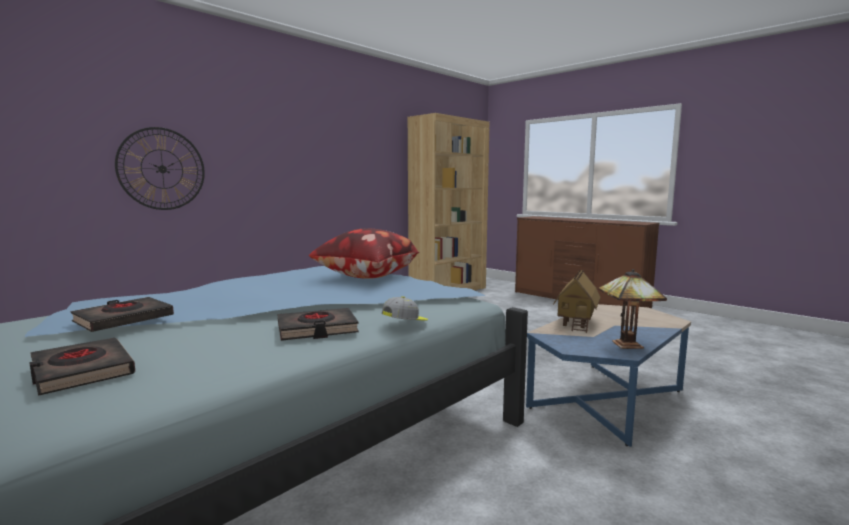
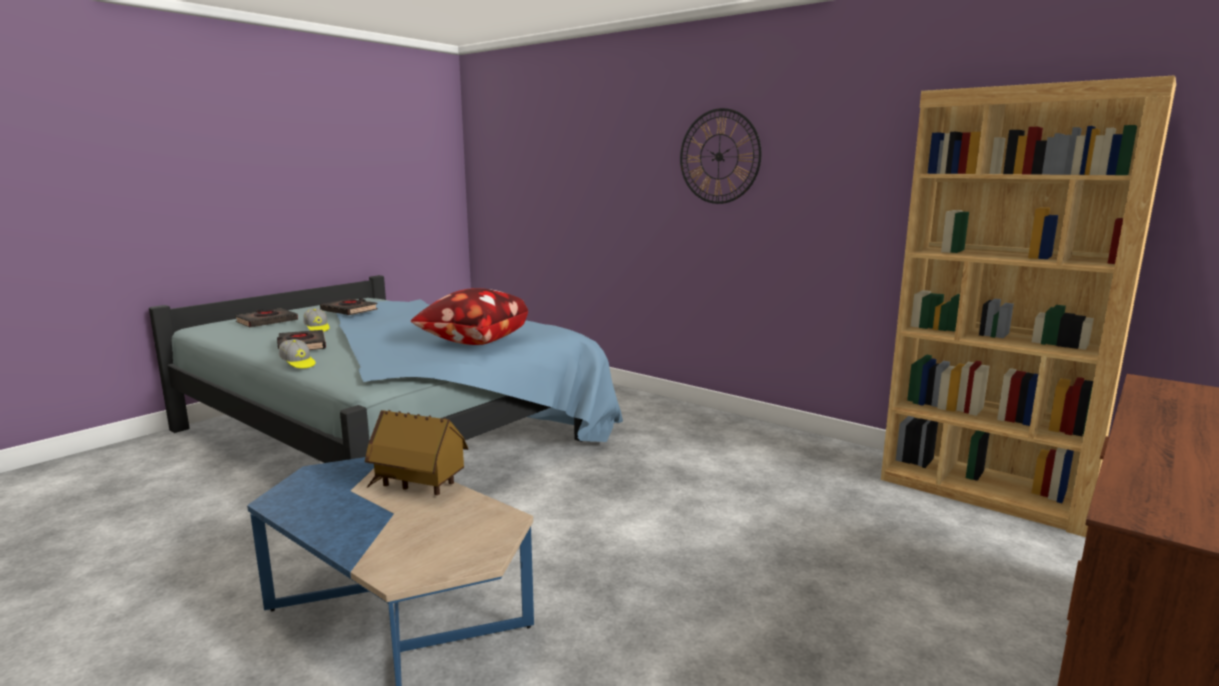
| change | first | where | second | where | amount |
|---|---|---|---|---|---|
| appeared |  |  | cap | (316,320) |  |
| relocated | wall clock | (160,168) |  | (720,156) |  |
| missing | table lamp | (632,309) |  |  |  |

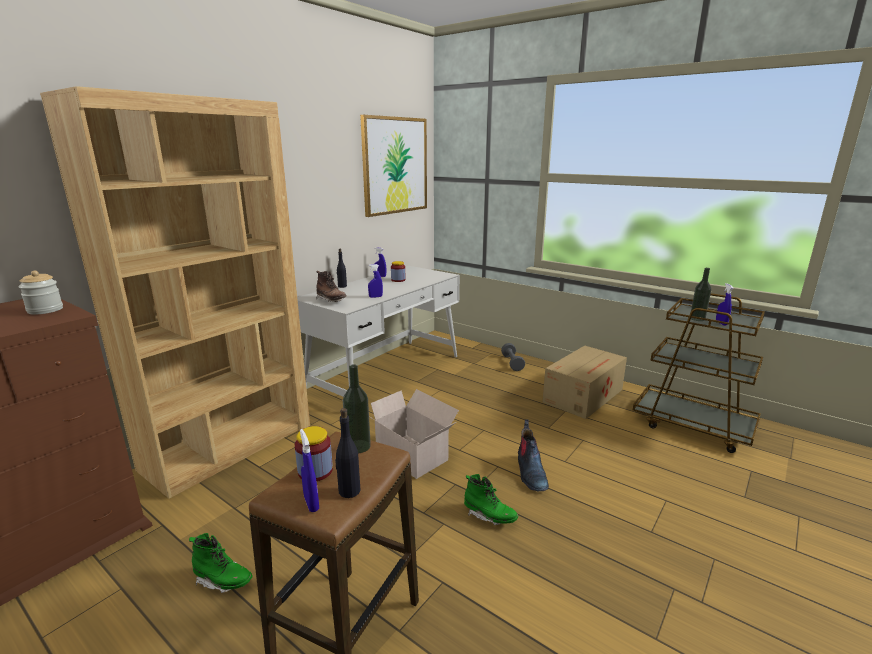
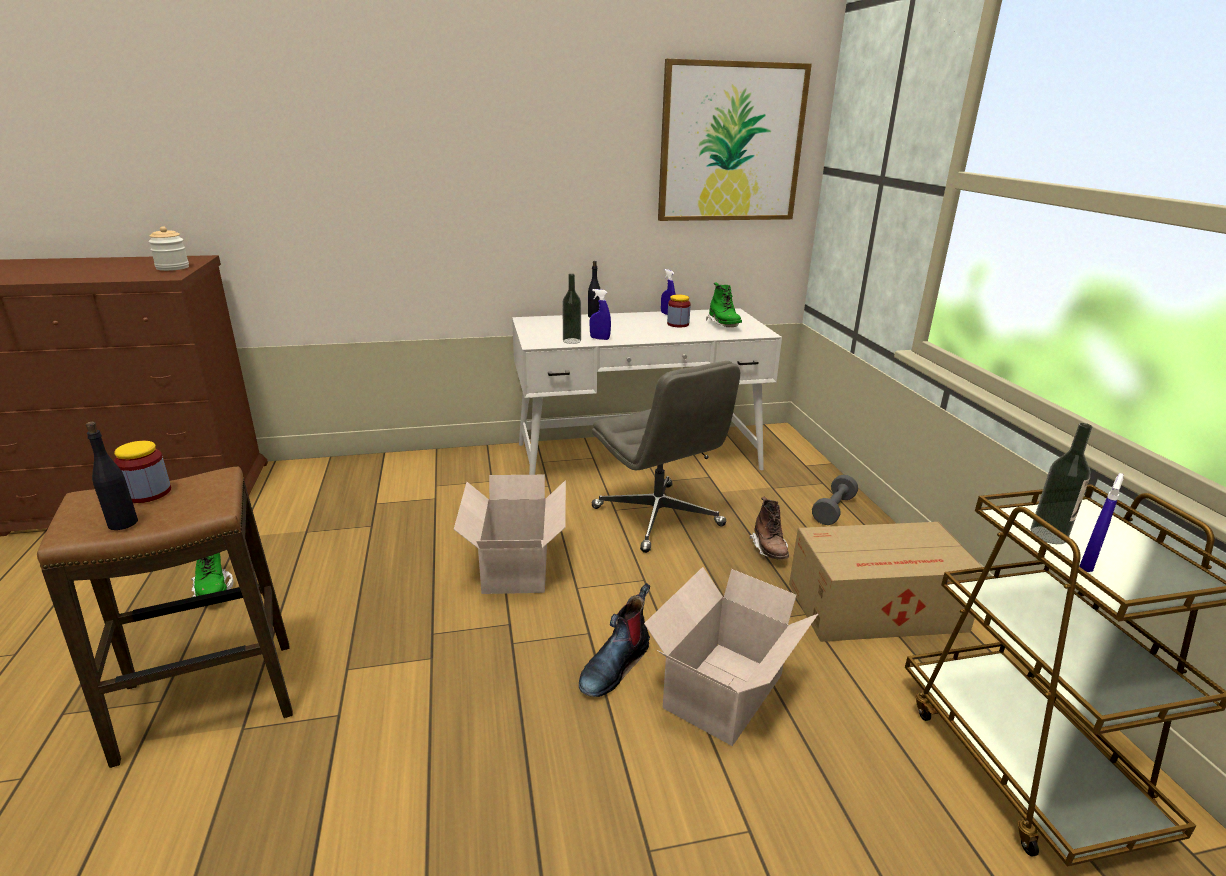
| change | first | where | second | where | amount |
|---|---|---|---|---|---|
| relocated | bottle | (357,409) |  | (571,309) |  |
| appeared |  |  | office chair/grey | (666,457) |  |
| appeared |  |  | cardboard box | (731,656) |  |
| relocated | boot/green | (491,499) |  | (724,304) |  |
| relocated | boot/brown | (331,286) |  | (769,528) |  |
| missing | bookcase/brown | (175,292) |  |  |  |
| missing | spray bottle/blue | (309,470) |  |  |  |

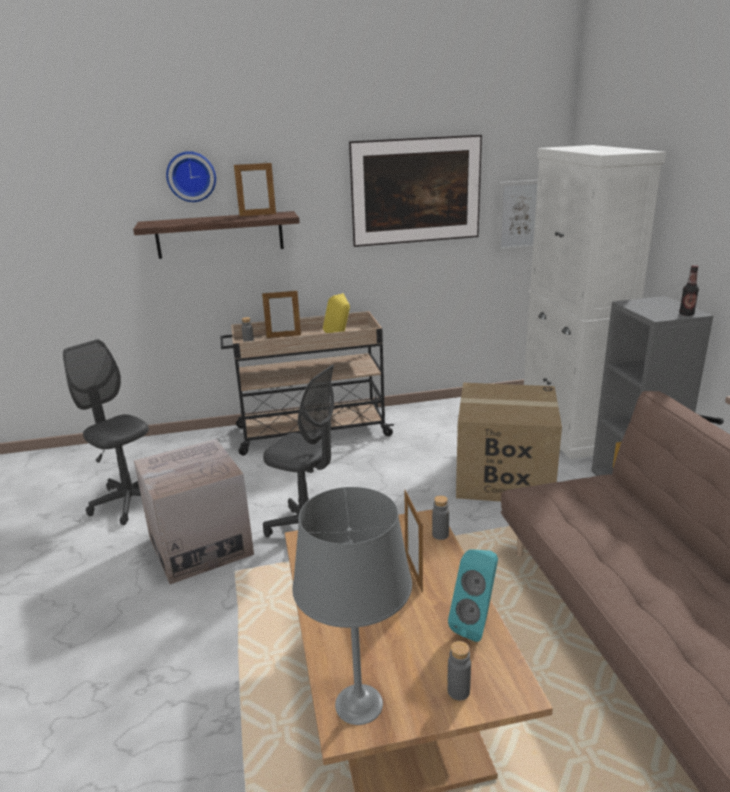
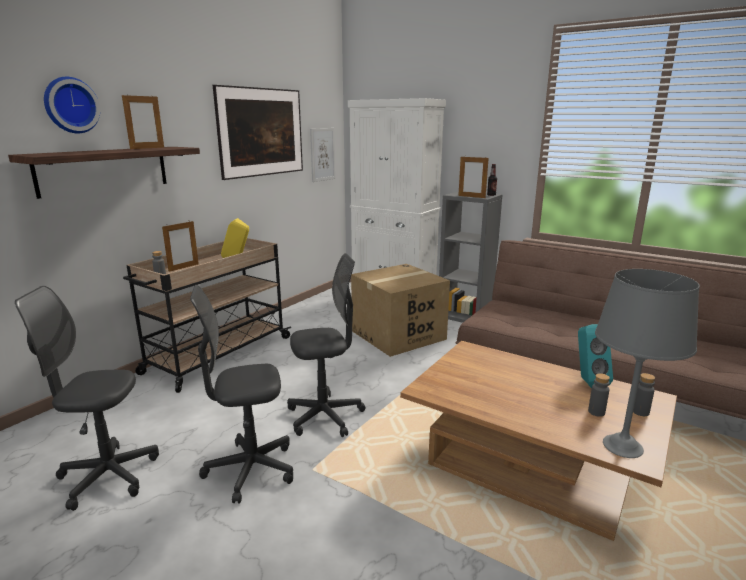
| change | first | where | second | where | amount |
|---|---|---|---|---|---|
| exchanged | cardboard box | (194,511) | office chair/grey | (241,394) |  |
| relocated | picture frame | (413,541) |  | (473,177) |  |
| relocated | bottle/grey | (440,517) |  | (599,395) |  |

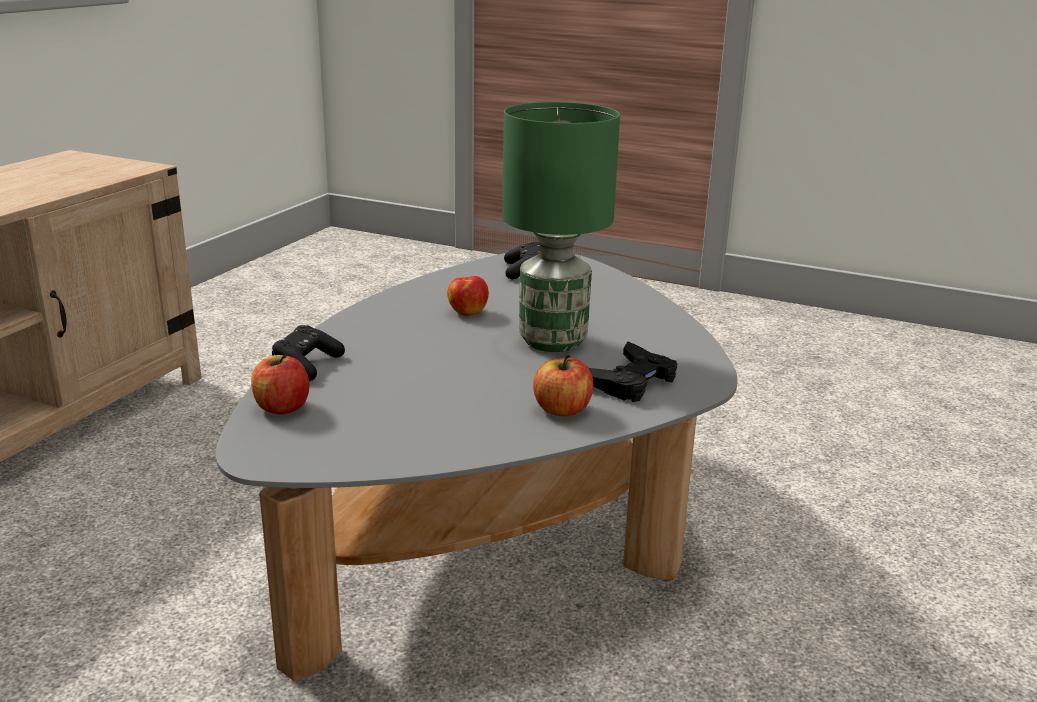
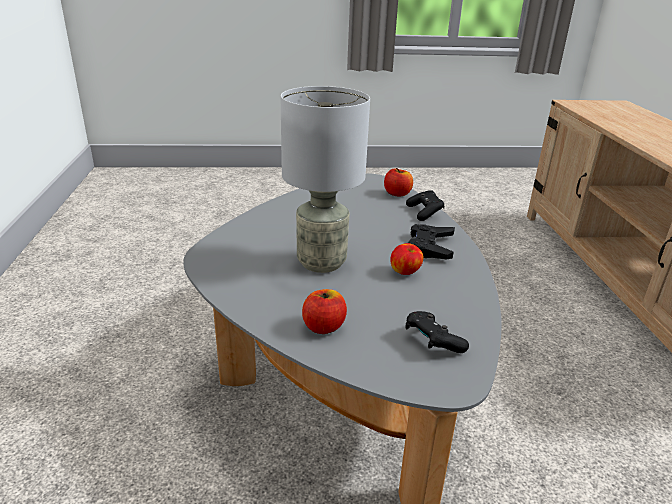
| change | first | where | second | where | amount |
|---|---|---|---|---|---|
| colour | table lamp/green | (561,227) | table lamp/grey | (325,179) |  |
| relocated | apple | (563,385) |  | (324,311) |  |
| relocated | game controller/black | (633,371) |  | (431,241) |  |

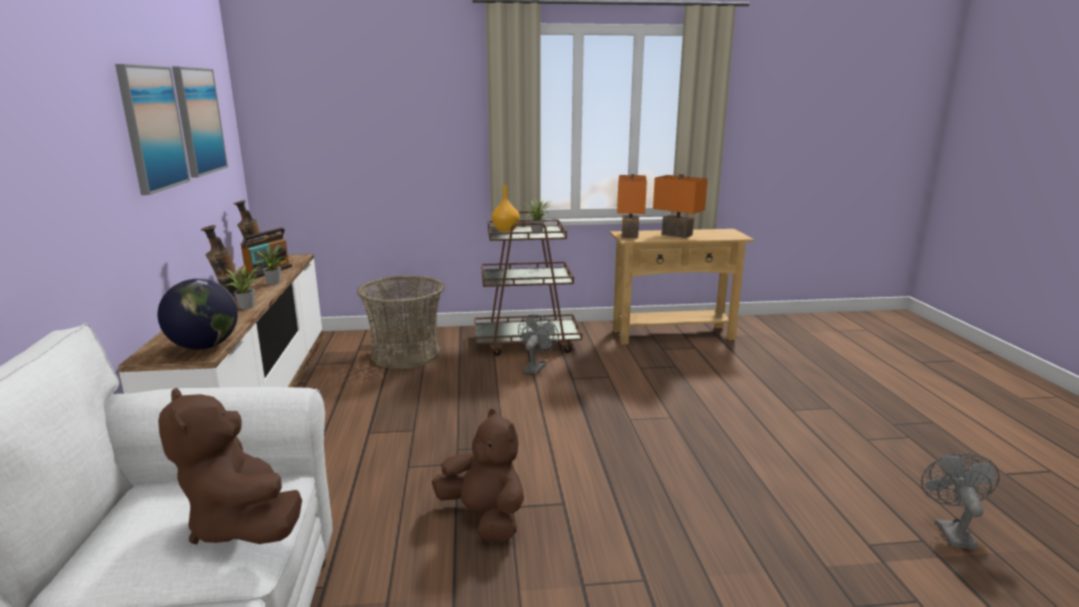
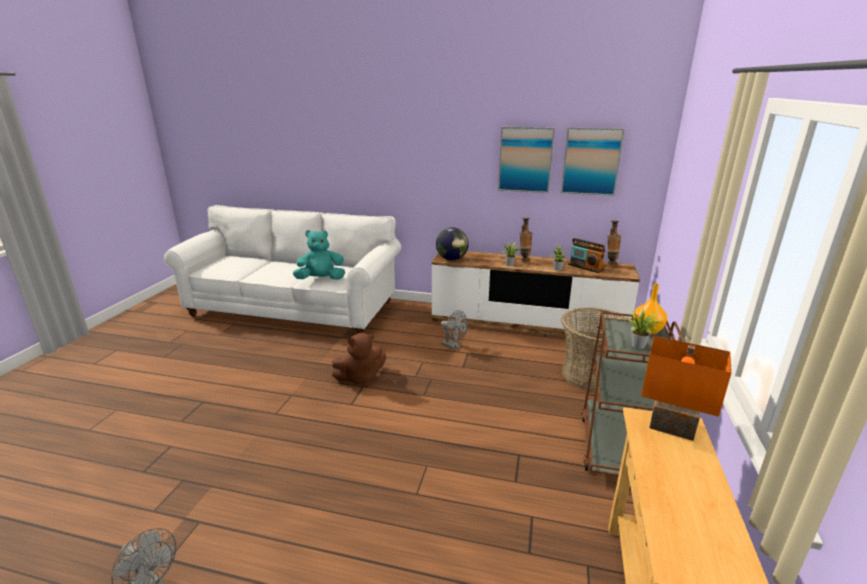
| change | first | where | second | where | amount |
|---|---|---|---|---|---|
| colour | plush toy/brown | (230,466) | plush toy/turquoise | (319,255) |  |
| relocated | fan/grey | (538,344) |  | (454,330) |  |
| missing | table lamp/orange | (680,205) |  |  |  |

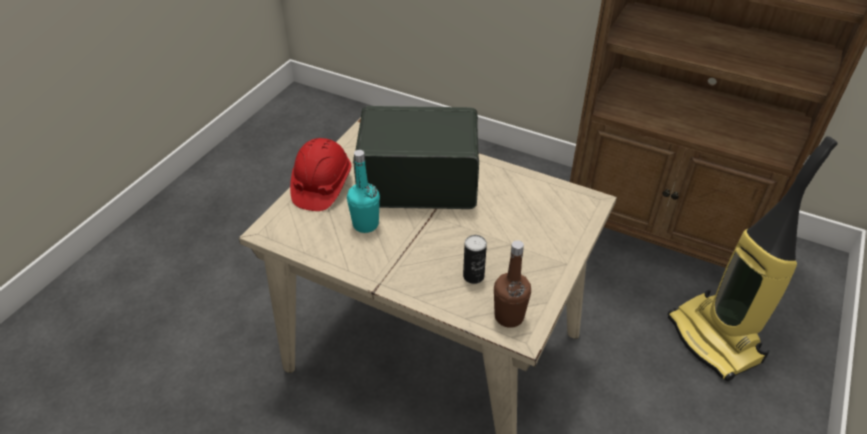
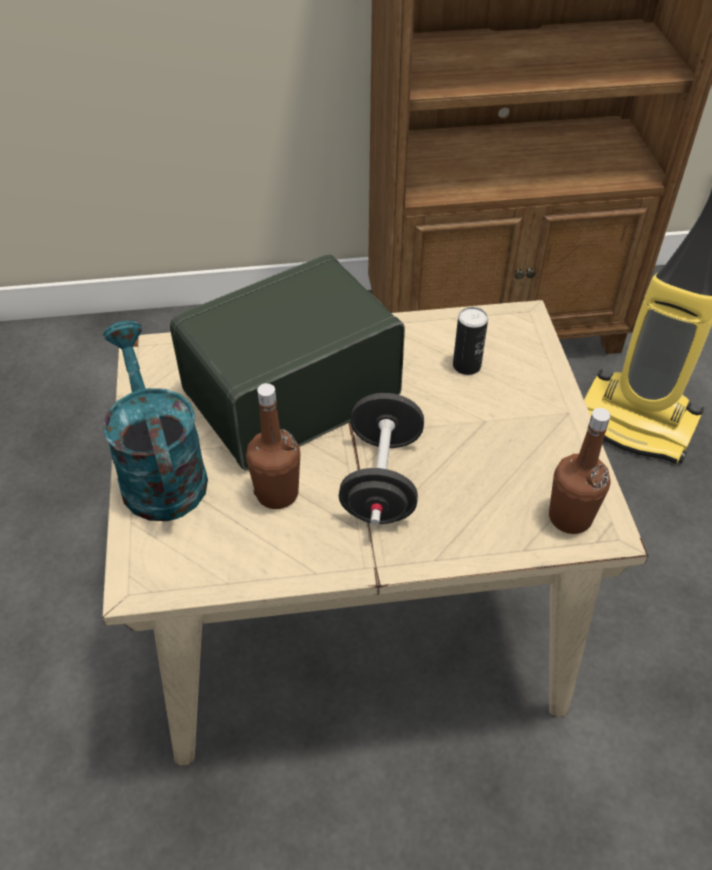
| change | first | where | second | where | amount |
|---|---|---|---|---|---|
| exchanged | hard hat/red | (320,174) | watering can/turquoise | (155,421) |  |
| colour | bottle/turquoise | (363,191) | bottle/brown | (273,446) |  |
| appeared |  |  | dumbbell/black | (381,459) |  |
| relocated | can | (475,259) |  | (470,341) |  |

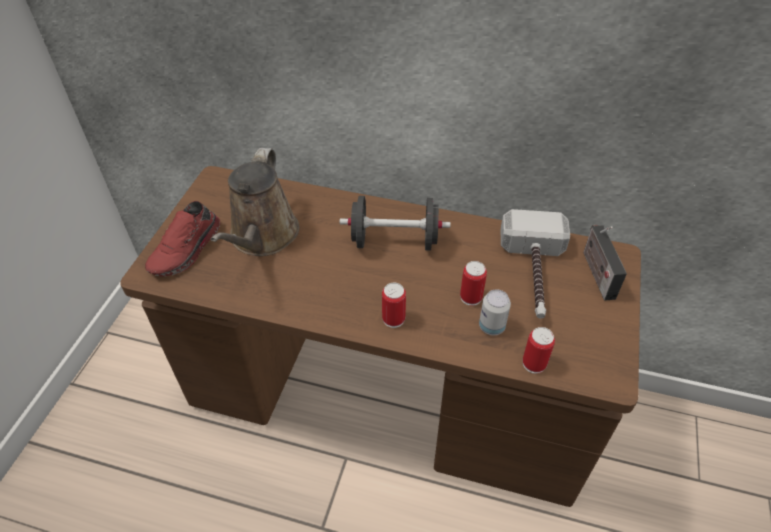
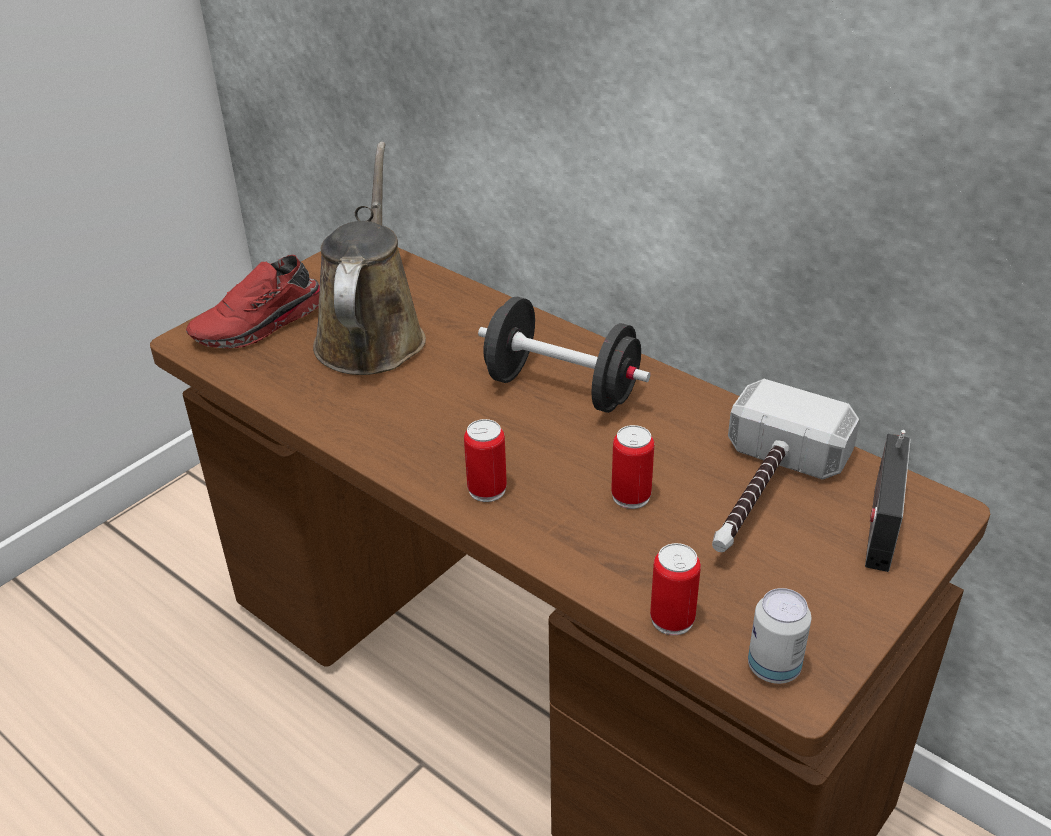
| change | first | where | second | where | amount |
|---|---|---|---|---|---|
| spun | watering can/brown | (255,202) |  | (369,258) | 150 degrees clockwise |
| relocated | can | (495,312) |  | (779,636) |  |

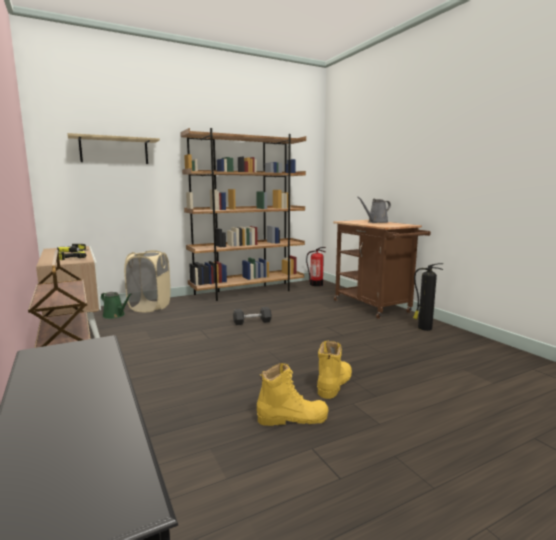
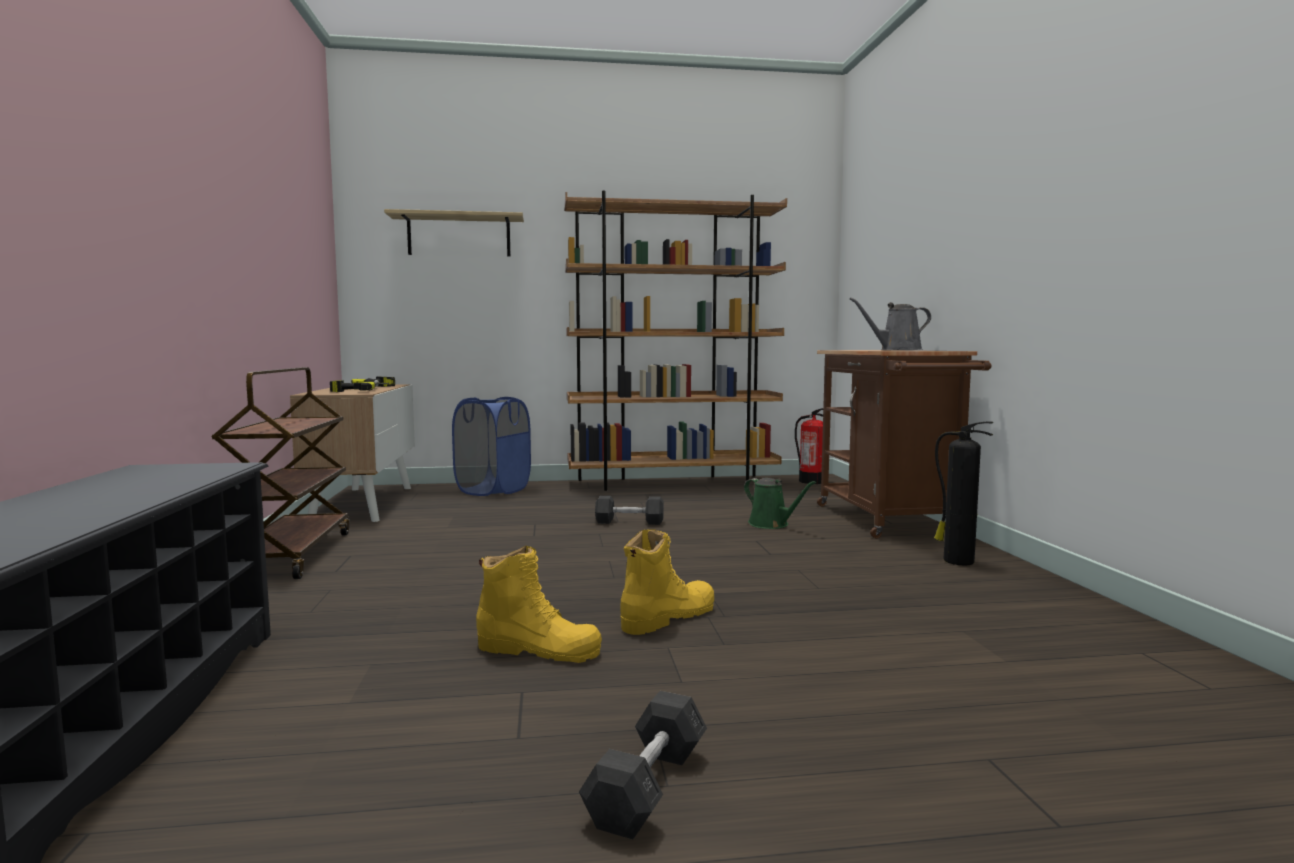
| change | first | where | second | where | amount |
|---|---|---|---|---|---|
| colour | laundry basket/beige | (147,281) | laundry basket/blue | (491,446) |  |
| appeared |  |  | dumbbell/grey | (643,765) |  |
| relocated | watering can/green | (116,305) |  | (780,503) |  |

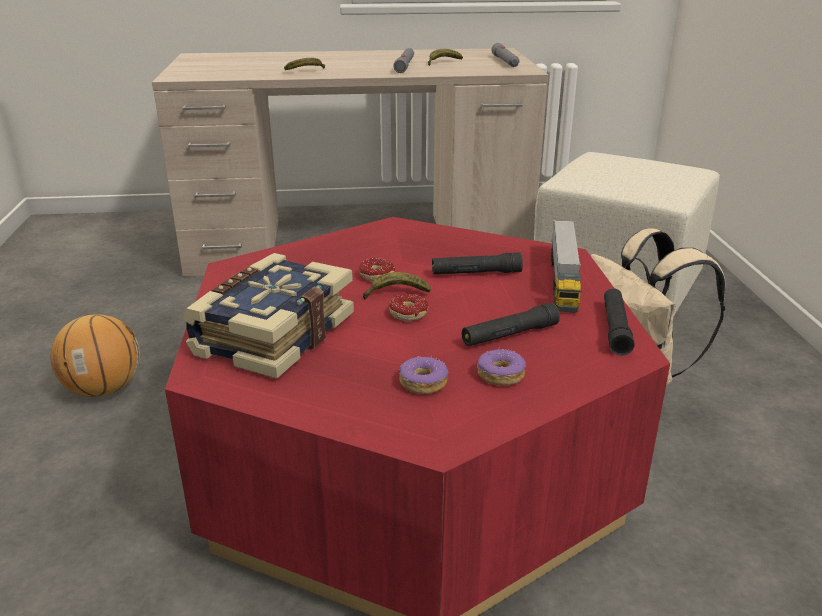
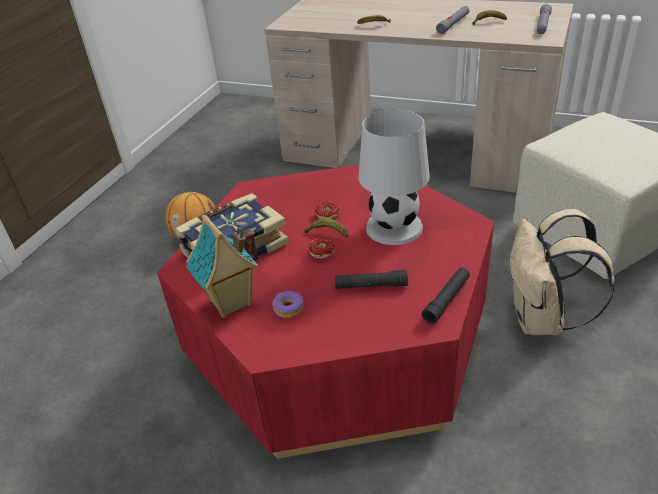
| change | first | where | second | where | amount |
|---|---|---|---|---|---|
| appeared |  |  | toy house | (222,266) |  |
| exchanged | flashlight/black | (477,263) | table lamp/white | (394,177) |  |
| missing | donut | (501,367) |  |  |  |
| missing | toy truck | (566,266) |  |  |  |

